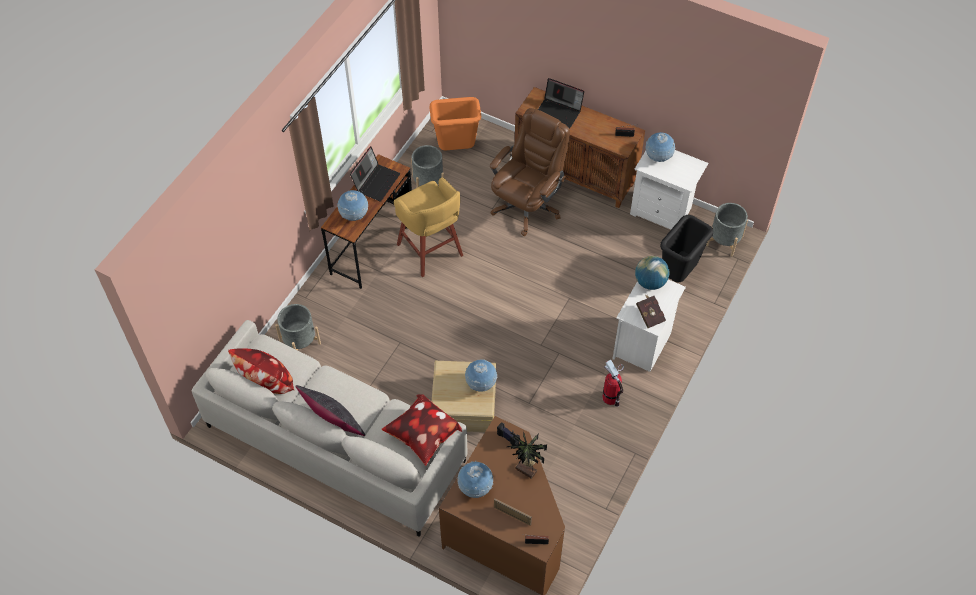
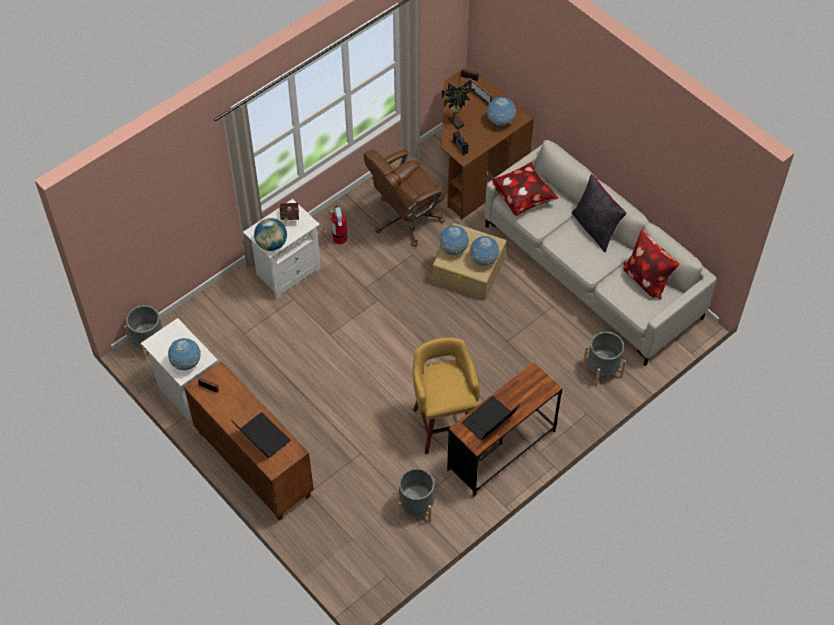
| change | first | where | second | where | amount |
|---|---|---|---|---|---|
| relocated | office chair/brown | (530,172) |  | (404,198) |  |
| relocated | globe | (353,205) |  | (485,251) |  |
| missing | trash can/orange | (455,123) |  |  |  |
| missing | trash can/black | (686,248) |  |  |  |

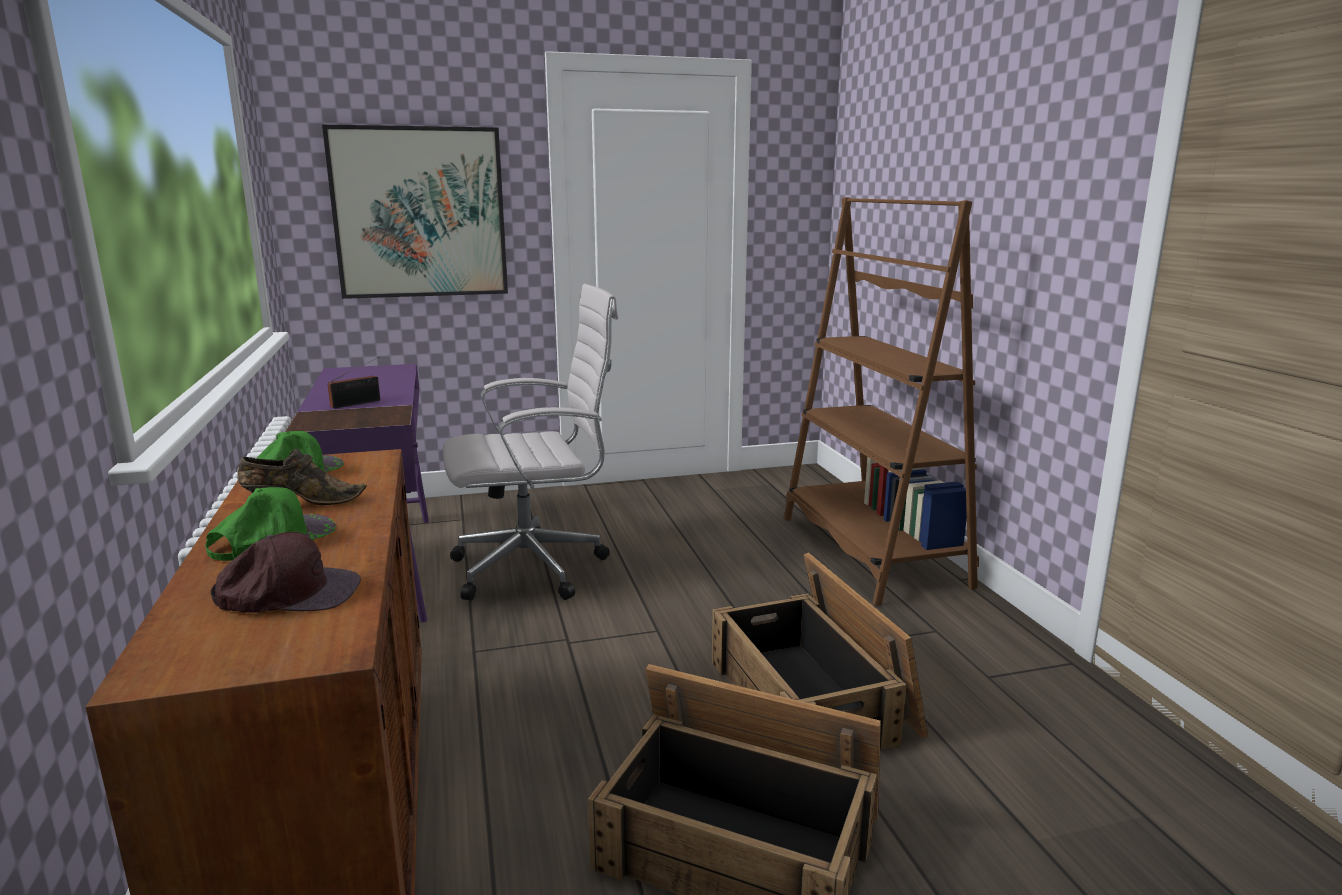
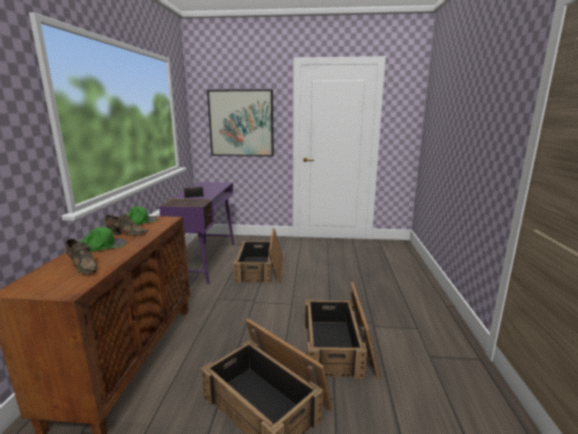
| change | first | where | second | where | amount |
|---|---|---|---|---|---|
| exchanged | cap/brown | (285,572) | shoe/brown | (81,257) |  |
| exchanged | office chair/white | (530,442) | crate | (258,255) |  |
| missing | bookcase/brown | (881,401) |  |  |  |

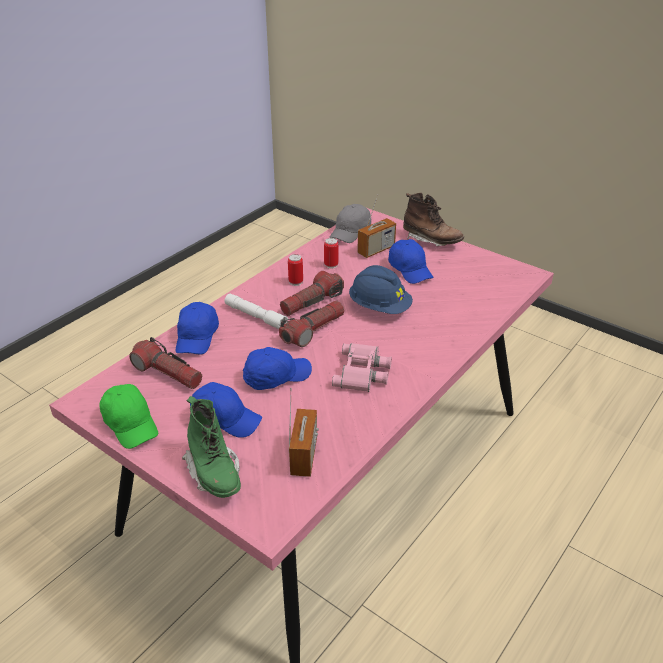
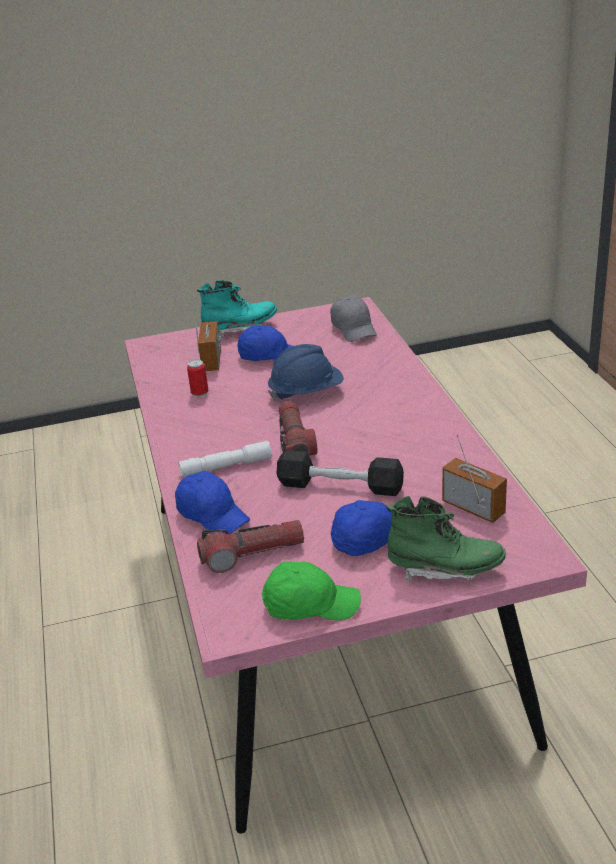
| change | first | where | second | where | amount |
|---|---|---|---|---|---|
| colour | boot/brown | (433,219) | boot/turquoise | (237,309) |  |
| exchanged | cap/blue | (277,368) | dumbbell/black | (340,473) |  |
| relocated | cap/grey | (350,223) |  | (353,318) |  |
| missing | flashlight | (312,293) |  |  |  |
| missing | can | (295,270) |  |  |  |
| missing | binoculars/pink | (362,367) |  |  |  |

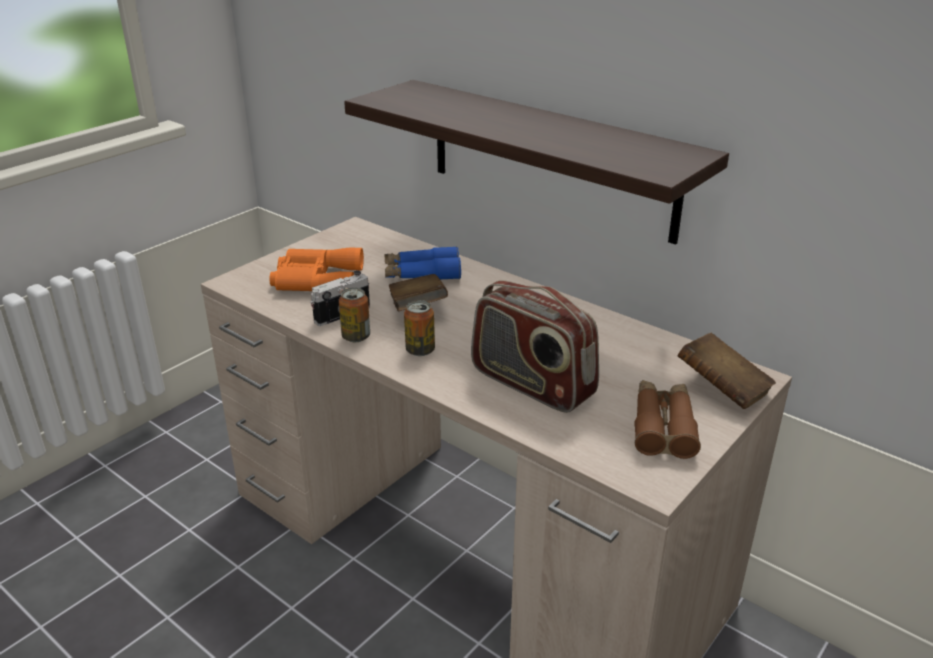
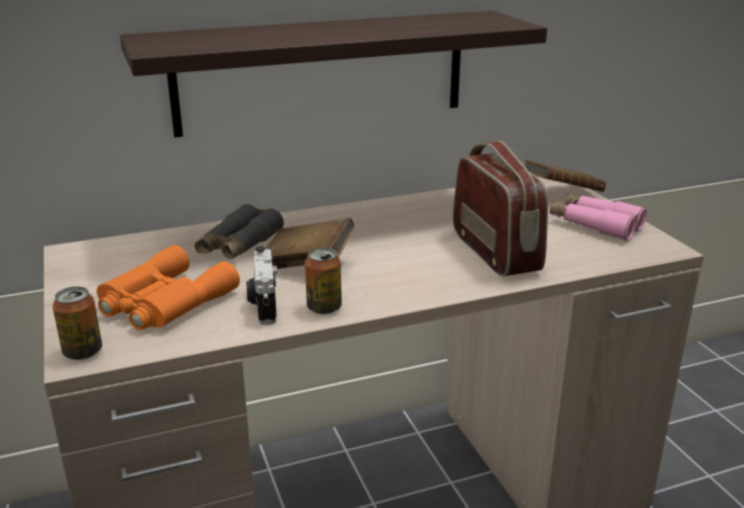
| change | first | where | second | where | amount |
|---|---|---|---|---|---|
| relocated | can | (419,328) |  | (77,323) |  |
| colour | binoculars/blue | (422,262) | binoculars/grey | (239,232) |  |
| spun | radio | (535,346) |  | (500,209) | 90 degrees counterclockwise |
| colour | binoculars/brown | (667,419) | binoculars/pink | (598,217) |  |

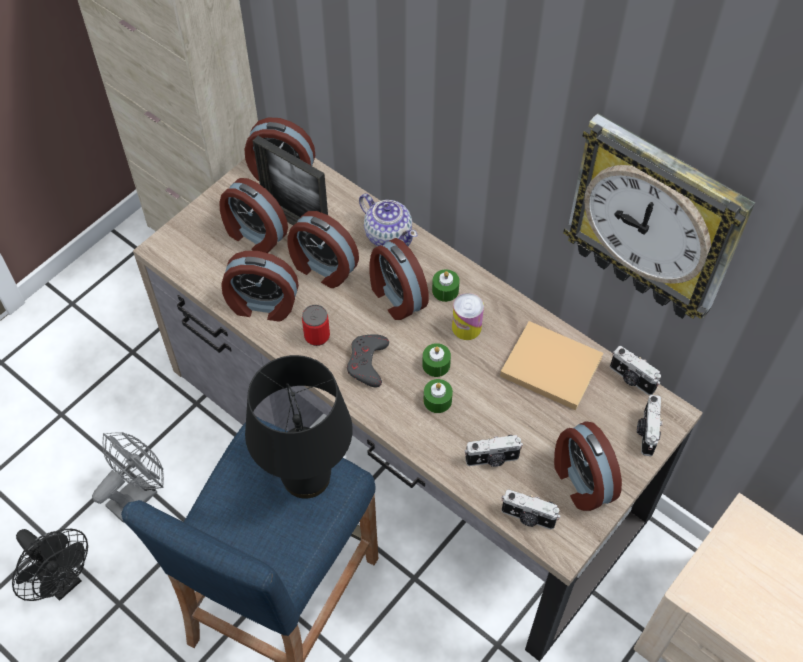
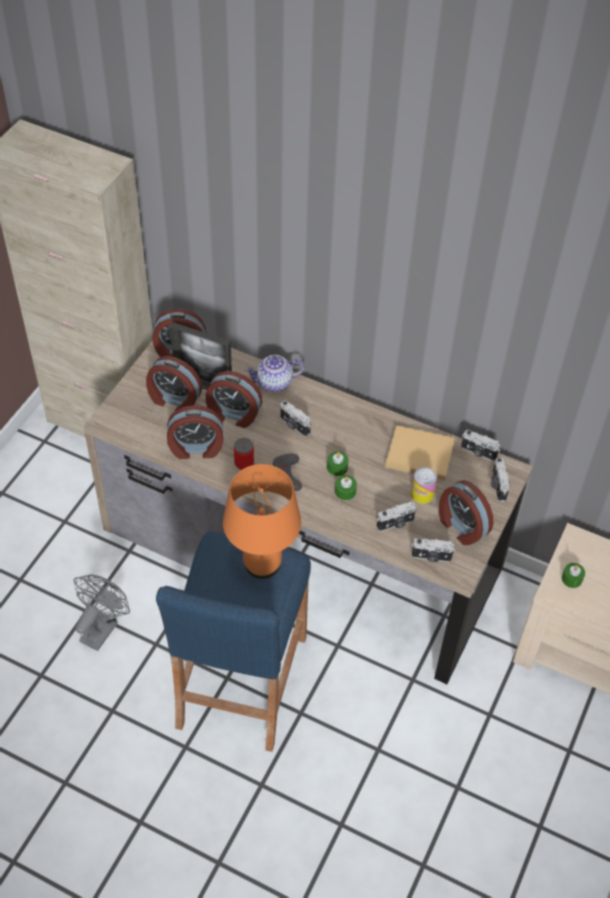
| change | first | where | second | where | amount |
|---|---|---|---|---|---|
| colour | table lamp/black | (299,427) | table lamp/orange | (262,521) |  |
| spun | teapot | (388,220) |  | (274,373) | 135 degrees clockwise |
| exchanged | alarm clock | (399,279) | photo camera | (295,418) |  |
| relocated | can | (468,316) |  | (424,485) |  |
| relocated | candle/green | (446,285) |  | (573,575) |  |
| missing | fan/black | (50,565) |  |  |  |
| missing | wall clock | (659,216) |  |  |  |

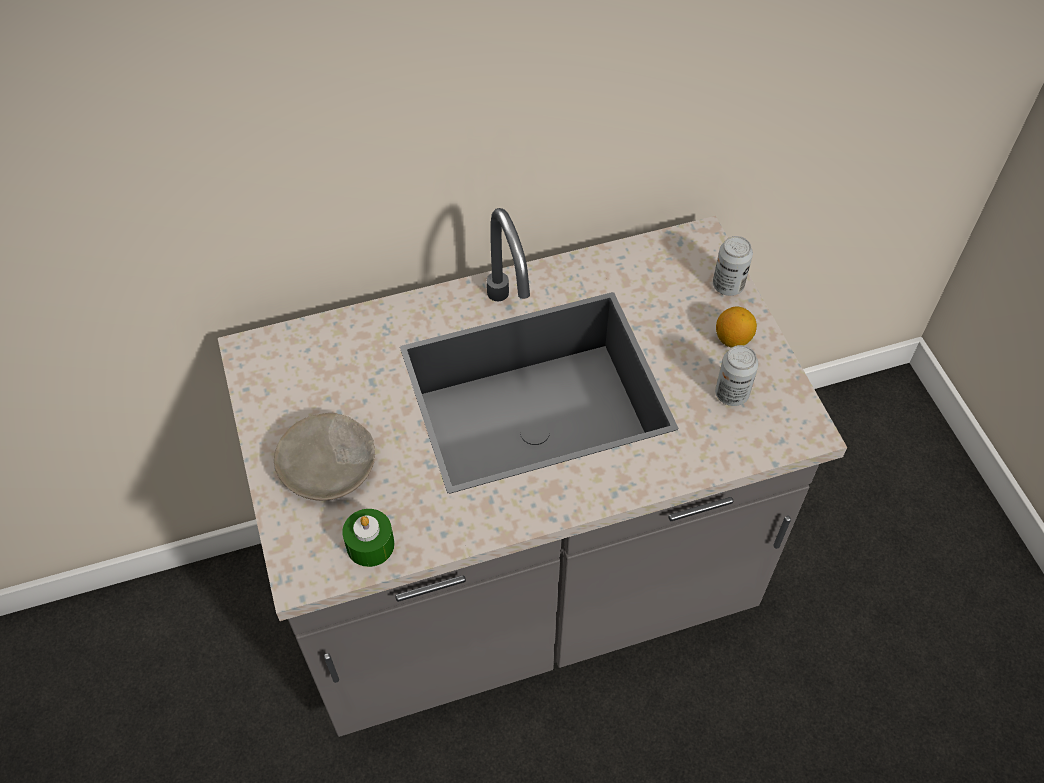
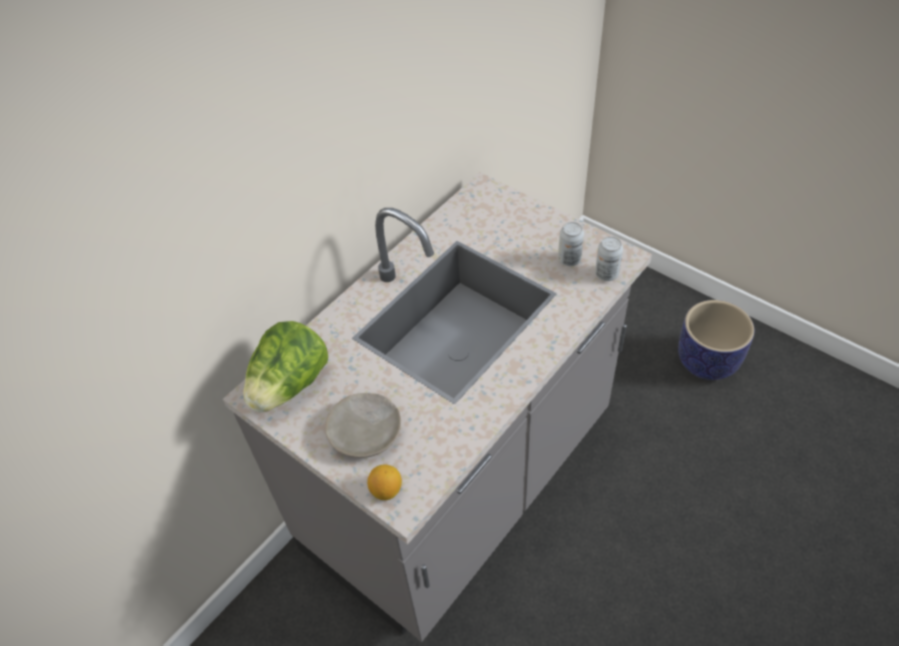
| change | first | where | second | where | amount |
|---|---|---|---|---|---|
| appeared |  |  | lettuce | (286,367) |  |
| relocated | lemon | (736,327) |  | (384,482) |  |
| relocated | can | (733,266) |  | (609,258) |  |
| appeared |  |  | planter | (716,340) |  |
| missing | candle/green | (368,538) |  |  |  |

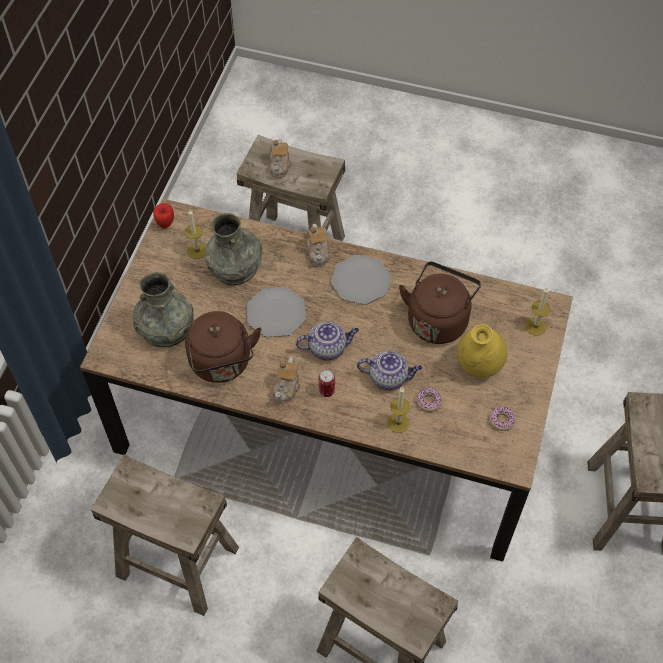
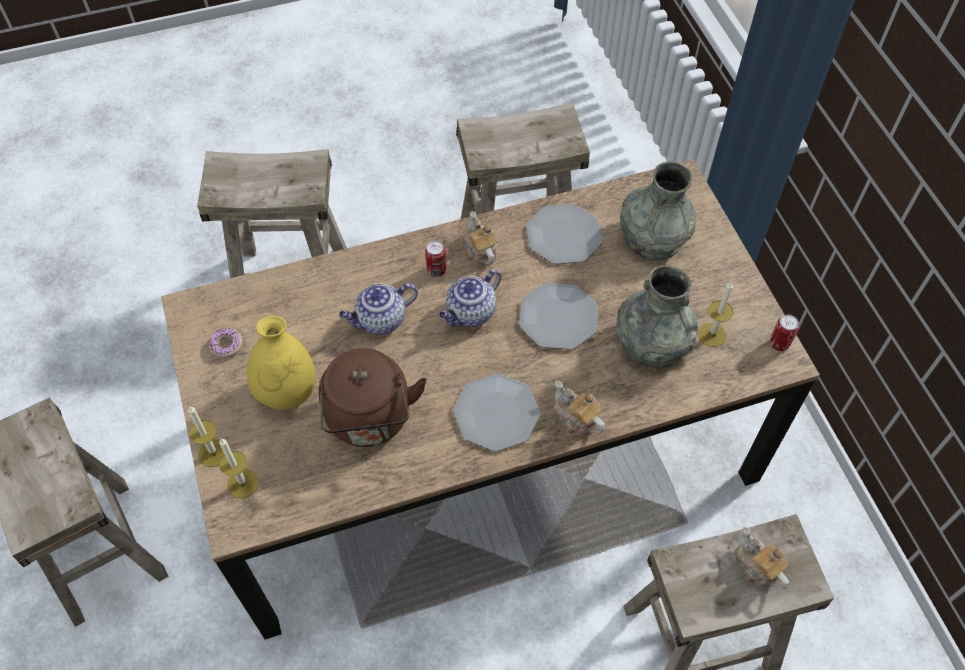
| change | first | where | second | where | amount |
|---|---|---|---|---|---|
| relocated | candle | (398,410) |  | (206,437) |  |
| exchanged | kettle/brown | (223,347) | plate | (564,234) |  |
| exchanged | apple | (163,215) | can | (784,333) |  |
| missing | donut | (429,400) |  |  |  |

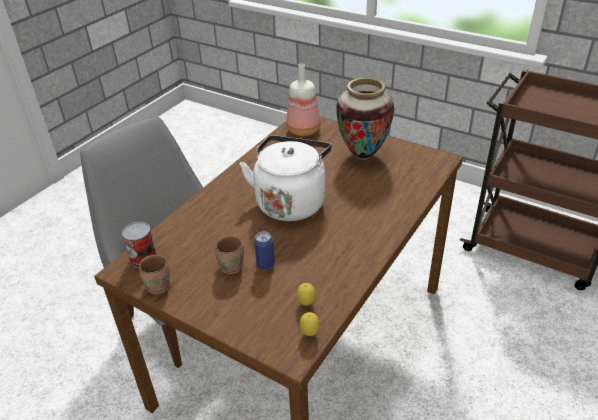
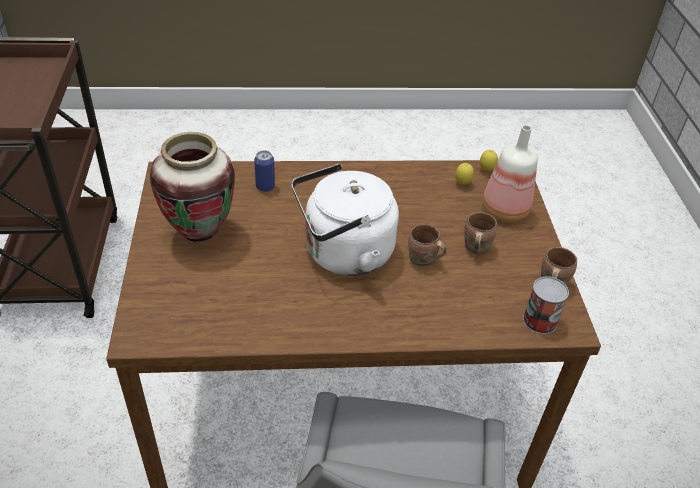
| change | first | where | second | where | amount |
|---|---|---|---|---|---|
| relocated | can | (264,250) |  | (264,171) |  |
| appeared |  |  | mug/brown | (427,246) |  |
| relocated | bottle | (303,100) |  | (510,173) |  |

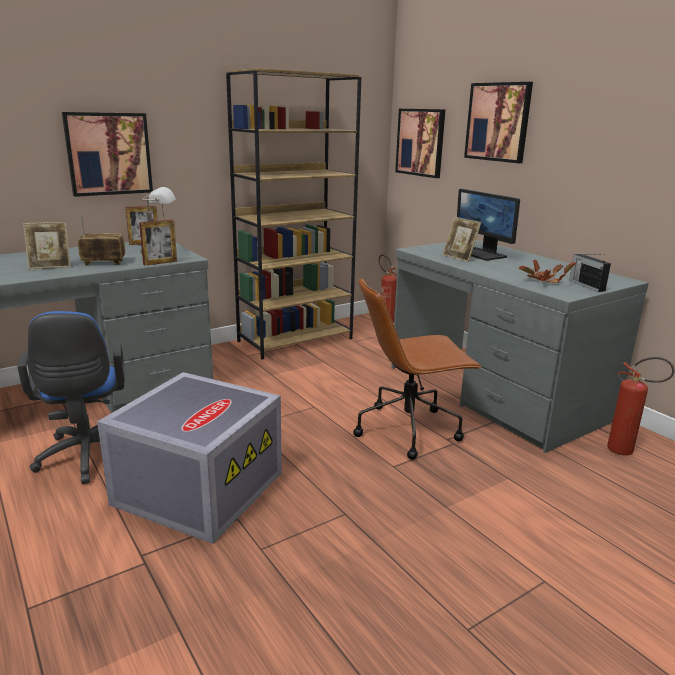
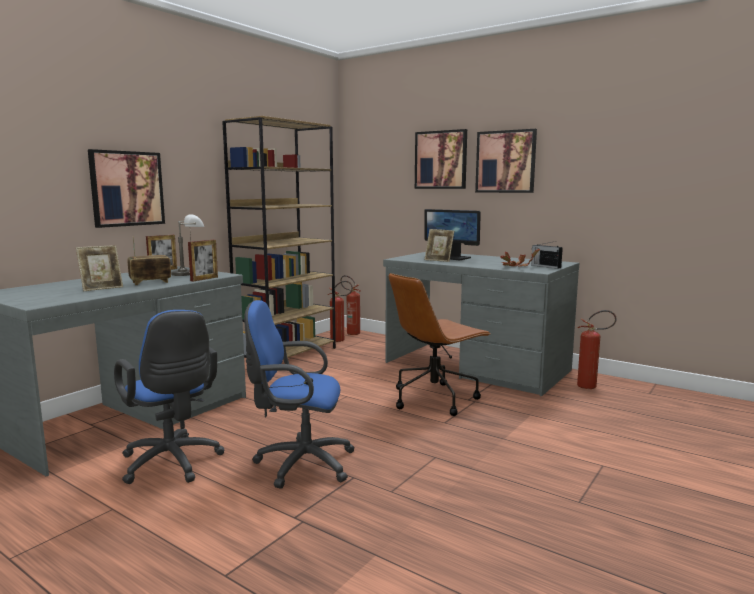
| change | first | where | second | where | amount |
|---|---|---|---|---|---|
| exchanged | storage box/grey | (189,458) | office chair/blue | (299,394) |  |
| appeared |  |  | fire extinguisher | (340,311) |  |
| relocated | picture | (420,143) |  | (506,161) |  |

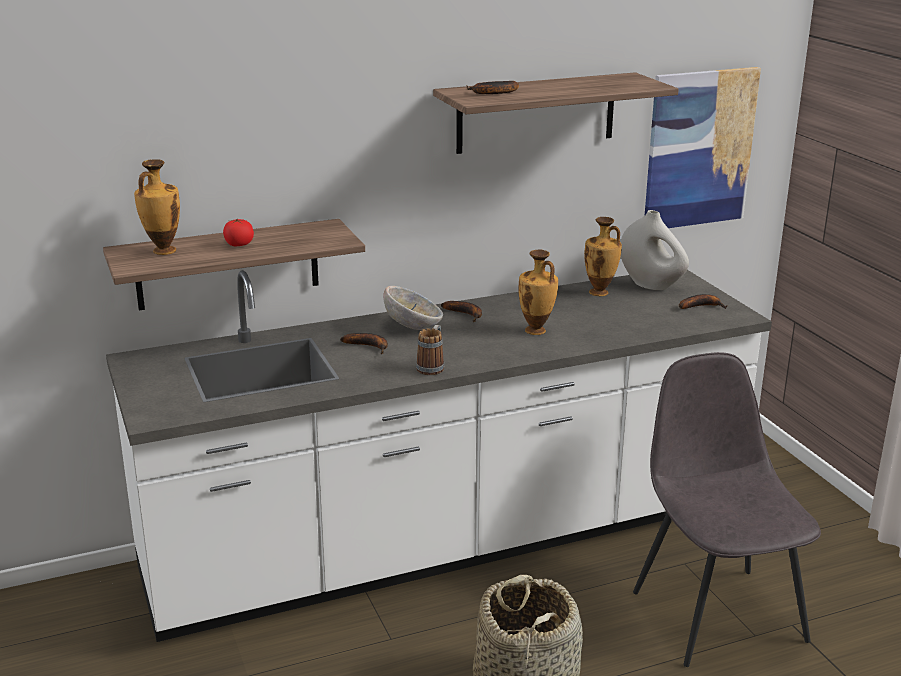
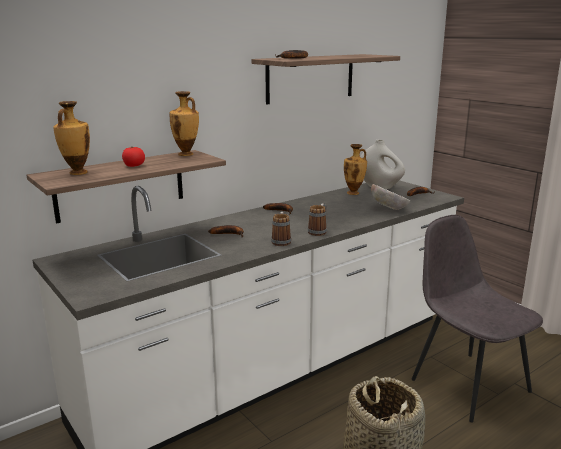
| change | first | where | second | where | amount |
|---|---|---|---|---|---|
| relocated | vase | (538,292) |  | (184,123) |  |
| appeared |  |  | mug | (317,220) |  |
| relocated | bowl | (413,308) |  | (390,197) |  |
| missing | picture | (703,147) |  |  |  |

